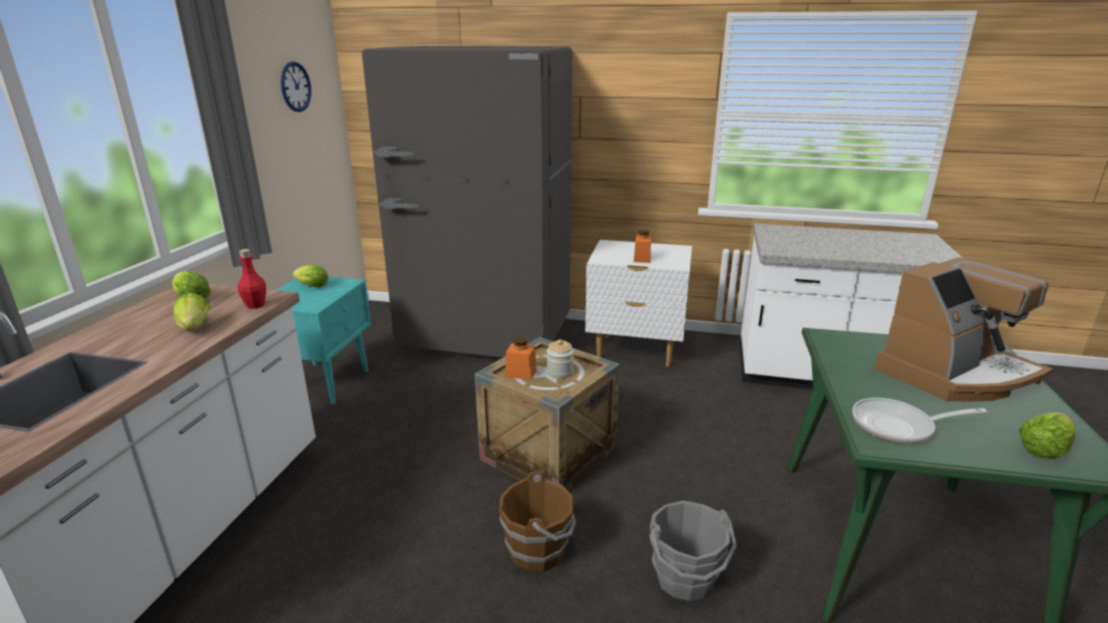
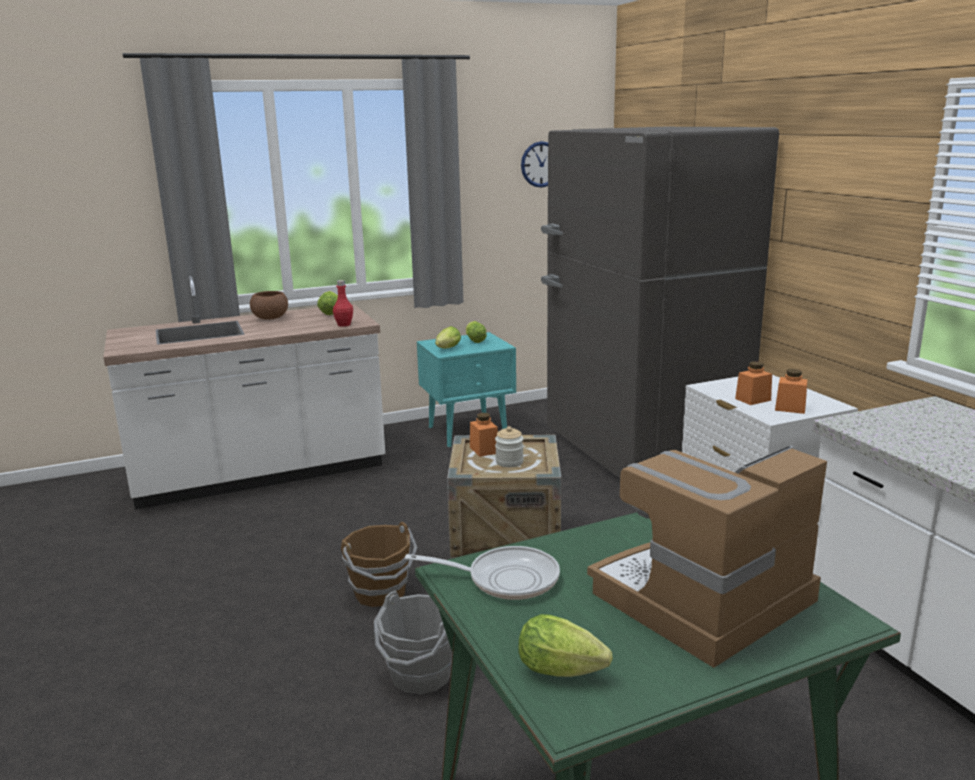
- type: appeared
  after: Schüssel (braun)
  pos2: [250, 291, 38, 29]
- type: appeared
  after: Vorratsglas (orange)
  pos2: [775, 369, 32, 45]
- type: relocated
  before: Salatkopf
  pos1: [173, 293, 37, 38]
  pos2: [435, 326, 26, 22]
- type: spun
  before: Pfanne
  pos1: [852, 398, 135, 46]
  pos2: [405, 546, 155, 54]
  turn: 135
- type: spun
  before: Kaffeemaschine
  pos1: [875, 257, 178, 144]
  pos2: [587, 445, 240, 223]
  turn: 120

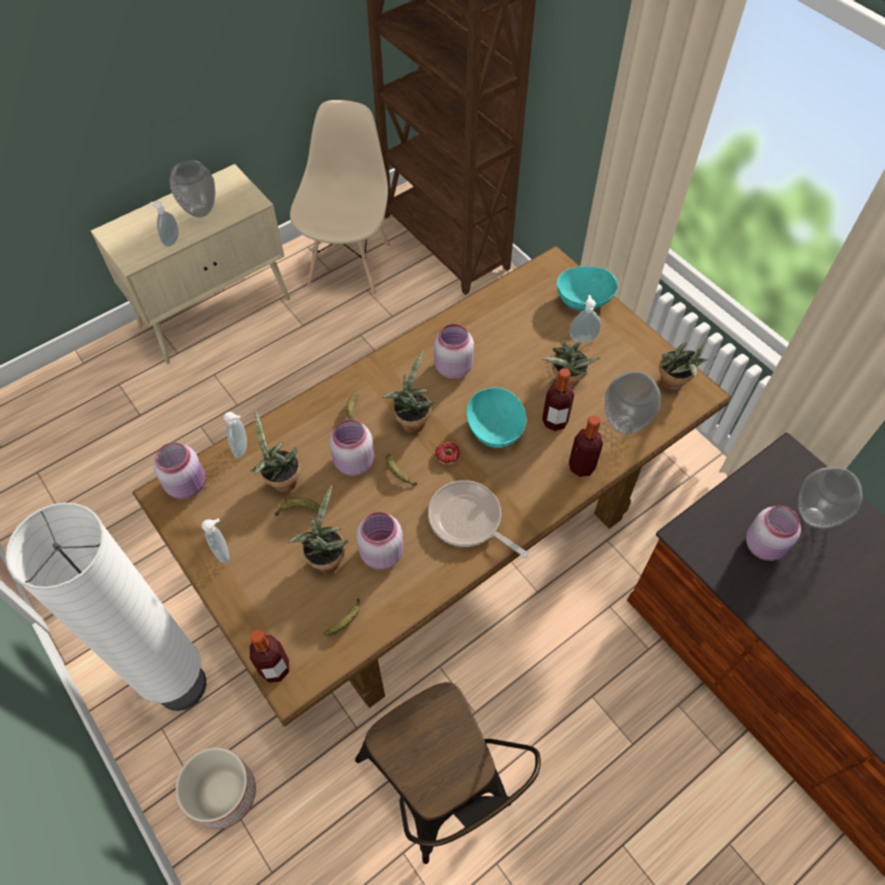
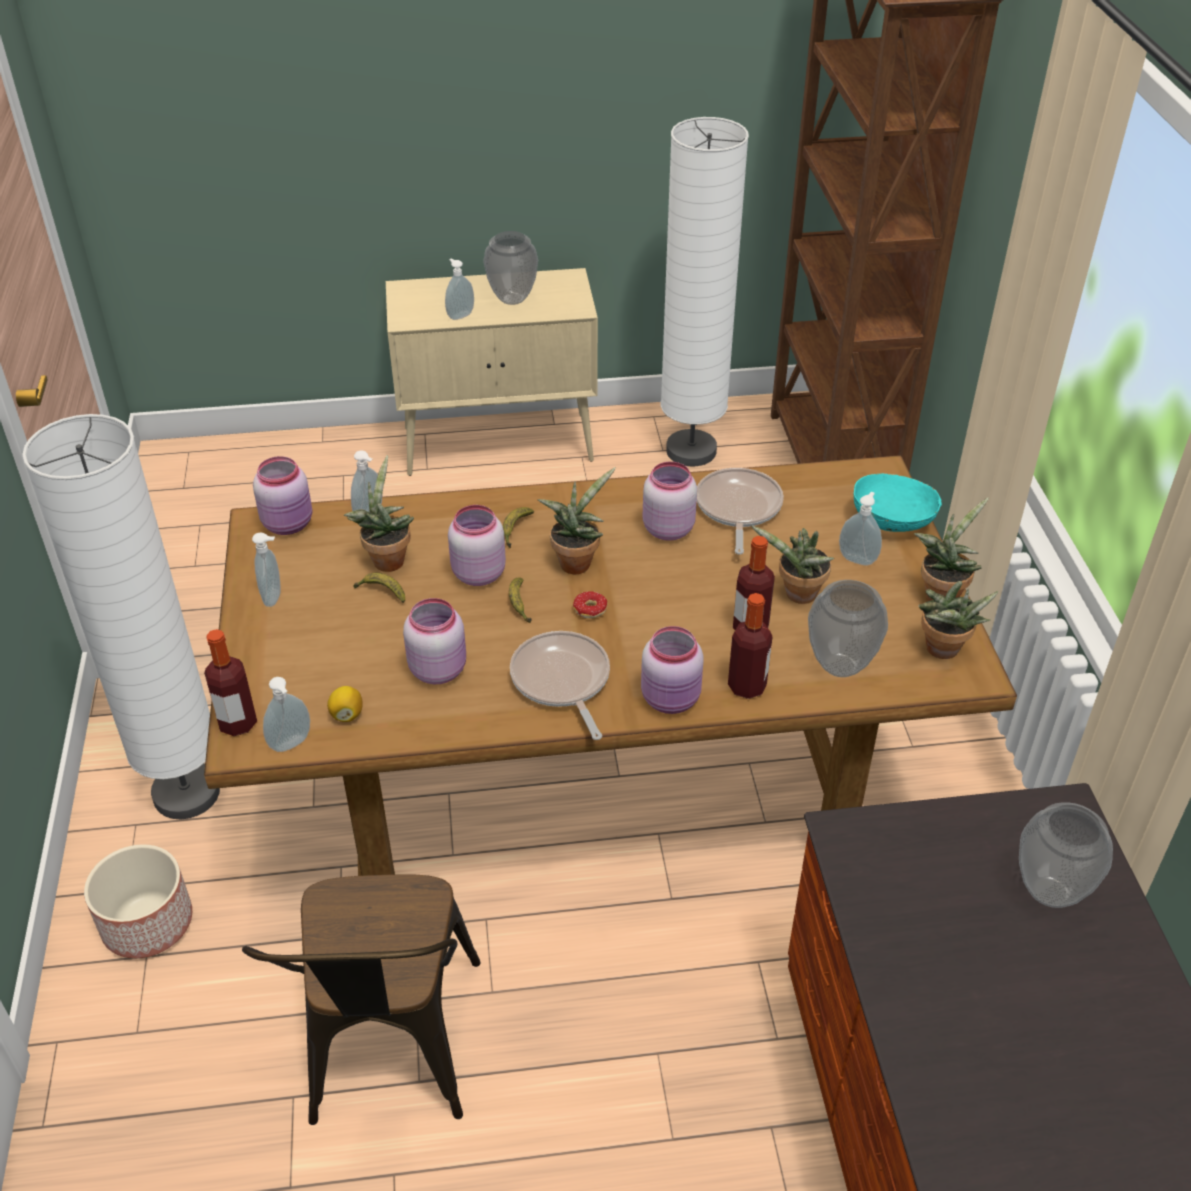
- type: missing
  before: Schüssel (türkis)
  pos1: [467, 387, 60, 61]
- type: appeared
  after: Seifenspender
  pos2: [263, 677, 47, 75]
- type: appeared
  after: Pfanne
  pos2: [697, 468, 87, 87]
- type: relocated
  before: Topfpflanze
  pos1: [288, 485, 60, 88]
  pos2: [914, 497, 75, 104]
- type: relocated
  before: Vorratsglas (rosa)
  pos1: [746, 506, 55, 55]
  pos2: [641, 626, 63, 88]
- type: exchanged
  before: Stuhl (beige)
  after: Stehlampe (weiß)
  pos1: [290, 100, 100, 196]
  pos2: [661, 117, 88, 349]
- type: exchanged
  before: Banane
  after: Zitrone
  pos1: [324, 598, 36, 38]
  pos2: [327, 686, 36, 36]

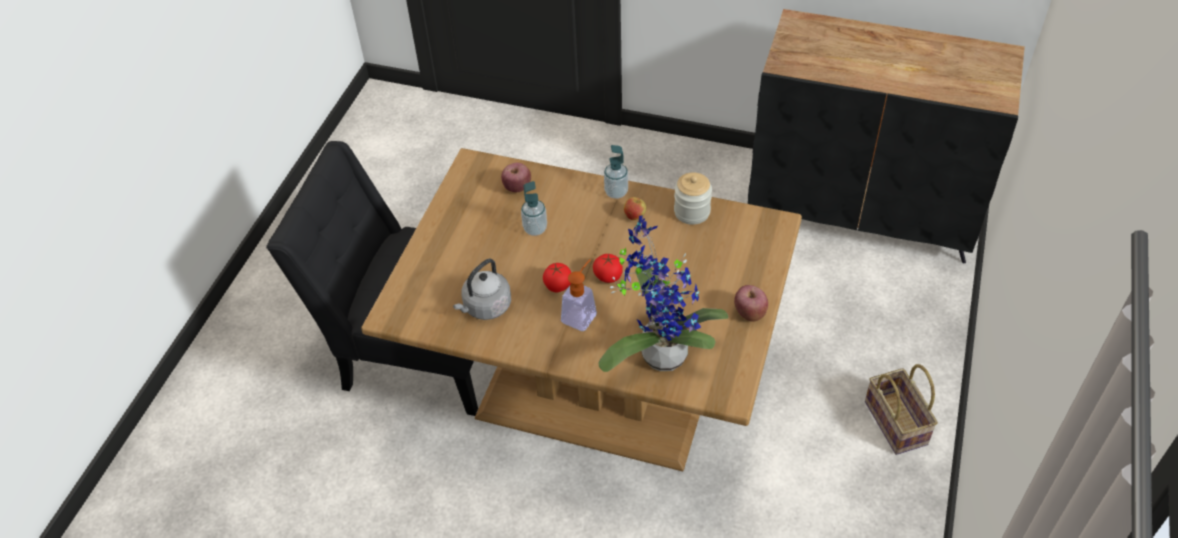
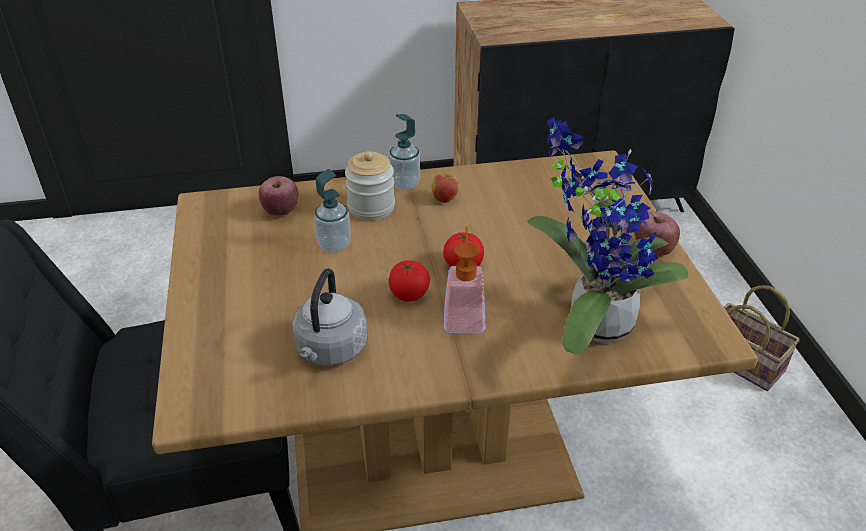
- type: relocated
  before: Vorratsglas
  pos1: [674, 172, 38, 53]
  pos2: [345, 151, 50, 69]

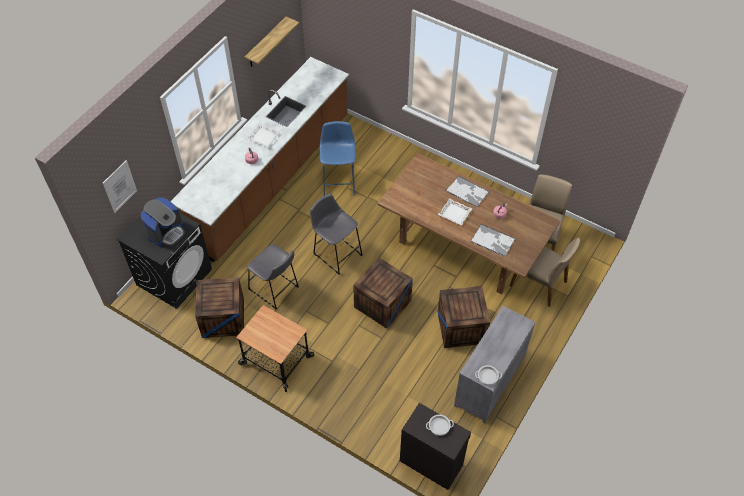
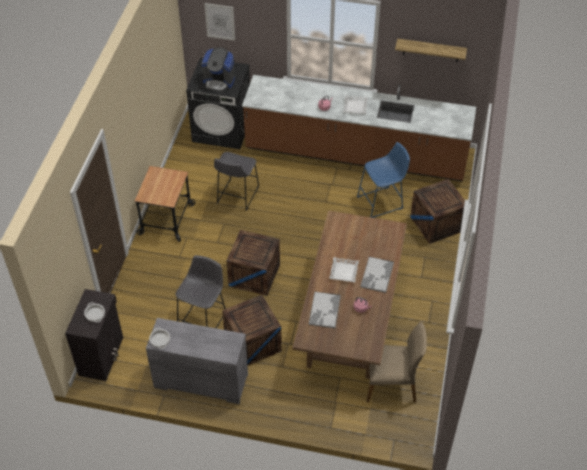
- type: missing
  before: Stuhl (beige)
  pos1: [510, 237, 70, 70]
- type: relocated
  before: Kiste
  pos1: [195, 277, 49, 61]
  pos2: [410, 179, 55, 65]
- type: relocated
  before: Hocker (grau)
  pos1: [310, 194, 53, 81]
  pos2: [176, 255, 49, 73]

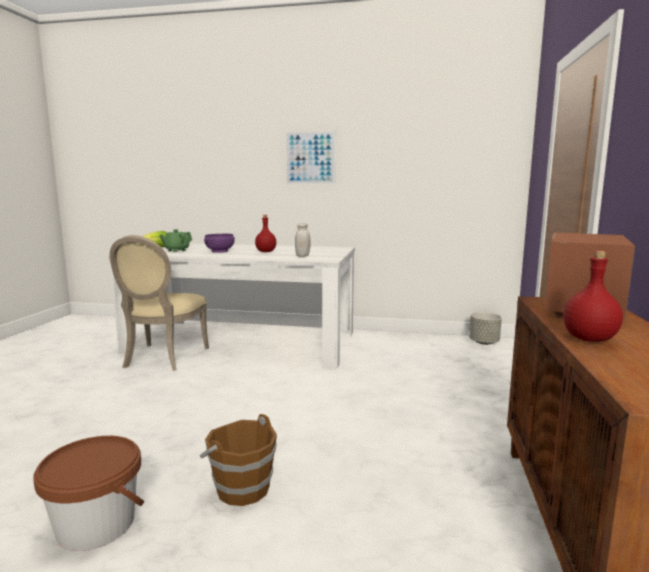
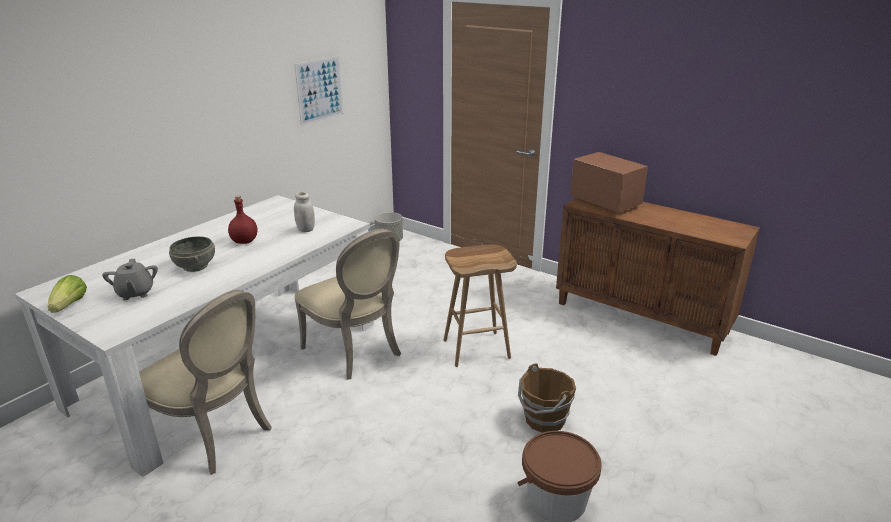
- type: missing
  before: Flasche (rot)
  pos1: [563, 251, 60, 91]
- type: appeared
  after: Stuhl (beige)
  pos2: [294, 229, 107, 151]
- type: appeared
  after: Hocker (braun)
  pos2: [443, 245, 74, 122]
- type: relocated
  before: Bild
  pos1: [285, 131, 51, 53]
  pos2: [295, 56, 49, 70]
- type: colour
  before: Teekanne (grün)
  after: Teekanne (grau)
  pos1: [159, 229, 33, 23]
  pos2: [102, 259, 56, 41]
- type: colour
  before: Schüssel (lila)
  after: Schüssel (grau)
  pos1: [204, 234, 31, 19]
  pos2: [169, 237, 46, 35]

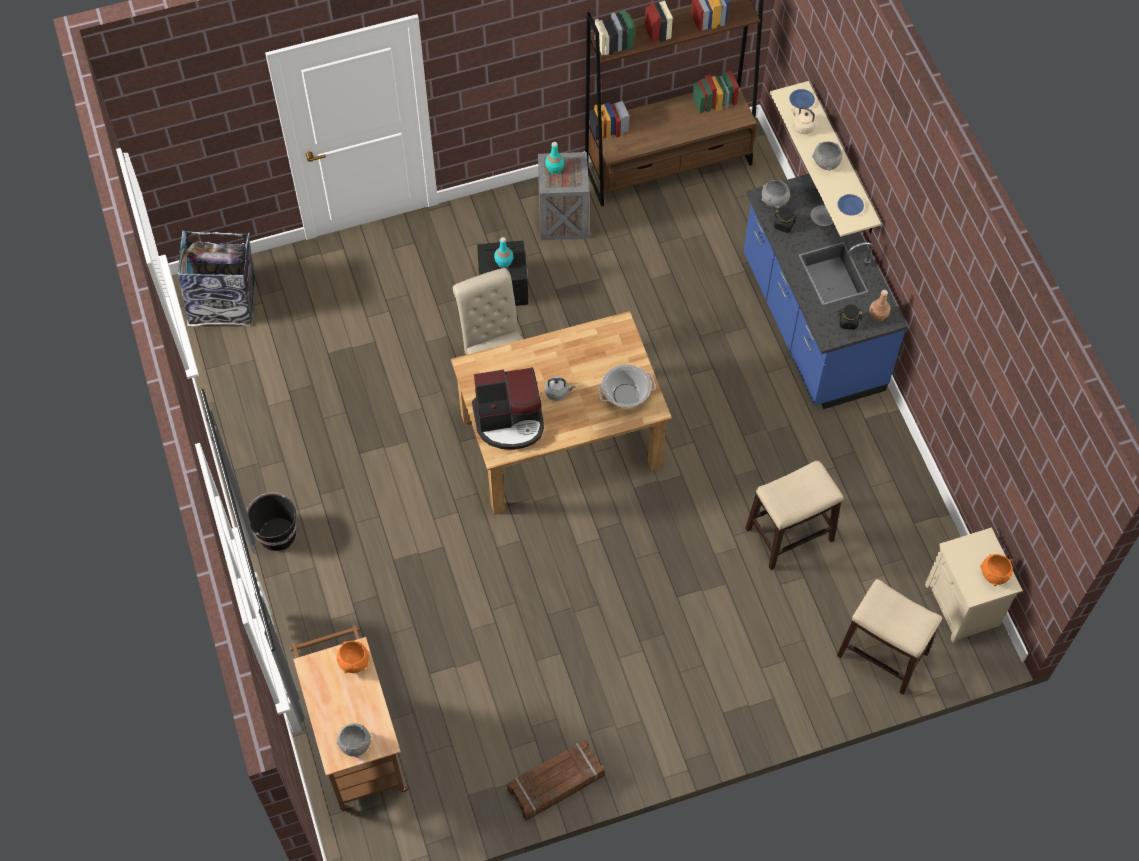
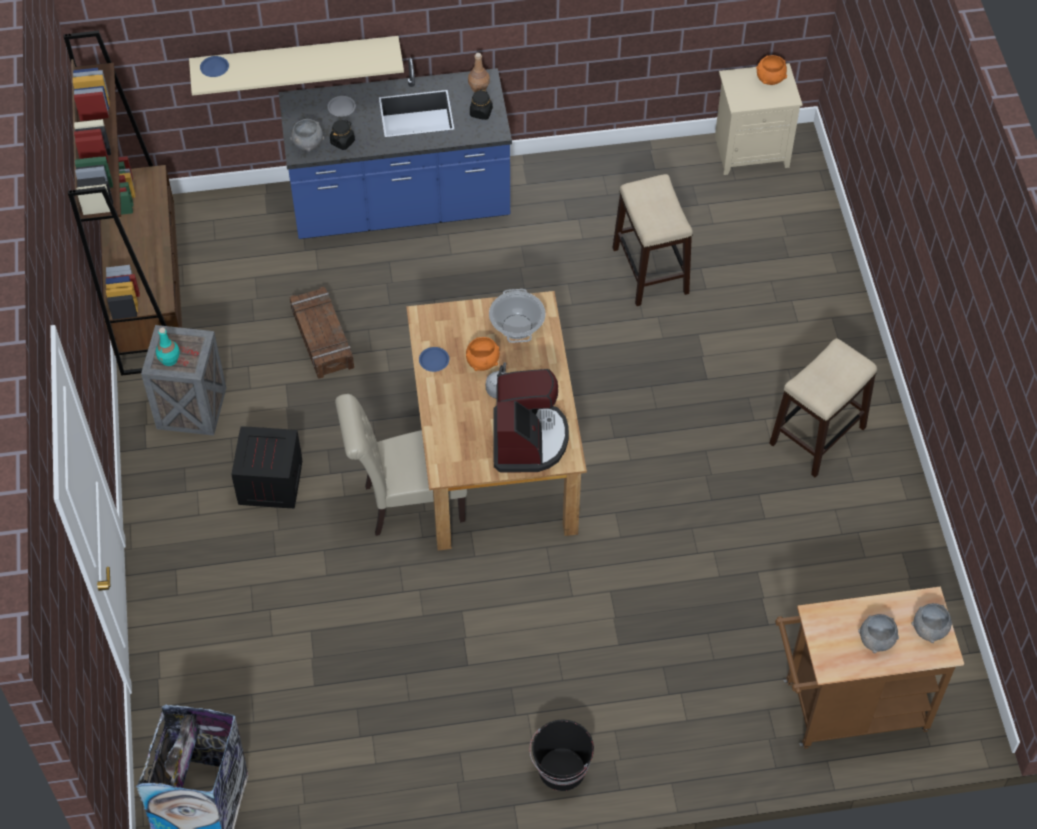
- type: missing
  before: Flasche (türkis)
  pos1: [494, 237, 19, 31]
- type: missing
  before: Wasserkessel (beige)
  pos1: [791, 107, 26, 27]
- type: relocated
  before: Schüssel (orange)
  pos1: [337, 641, 32, 33]
  pos2: [466, 337, 34, 34]
- type: relocated
  before: Kiste
  pos1: [507, 740, 98, 81]
  pos2: [289, 287, 65, 92]
- type: relocated
  before: Schüssel (grau)
  pos1: [812, 142, 30, 29]
  pos2: [858, 614, 41, 39]
- type: relocated
  before: Teller (blau)
  pos1: [837, 194, 27, 22]
  pos2: [419, 347, 30, 25]
- type: relocated
  before: Hocker
  pos1: [837, 579, 105, 116]
  pos2: [769, 338, 108, 139]

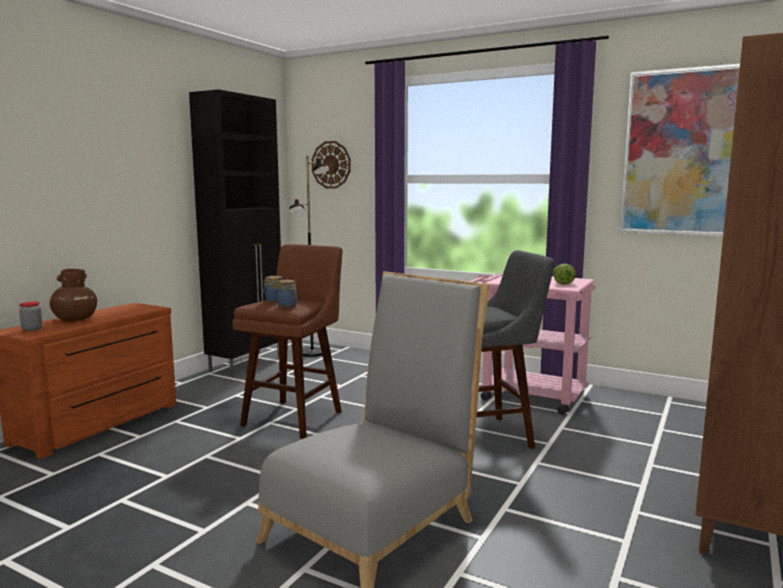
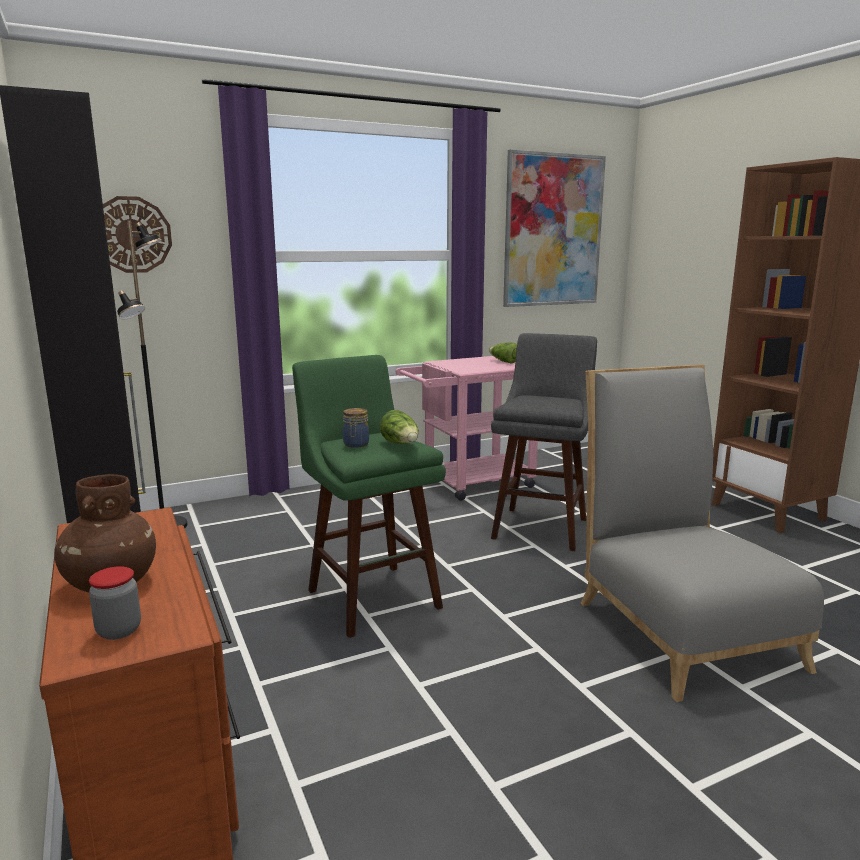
- type: exchanged
  before: Vorratsglas
  after: Salatkopf
  pos1: [277, 280, 20, 27]
  pos2: [380, 410, 39, 34]
- type: colour
  before: Hocker (braun)
  after: Hocker (grün)
  pos1: [232, 244, 111, 195]
  pos2: [292, 355, 154, 283]

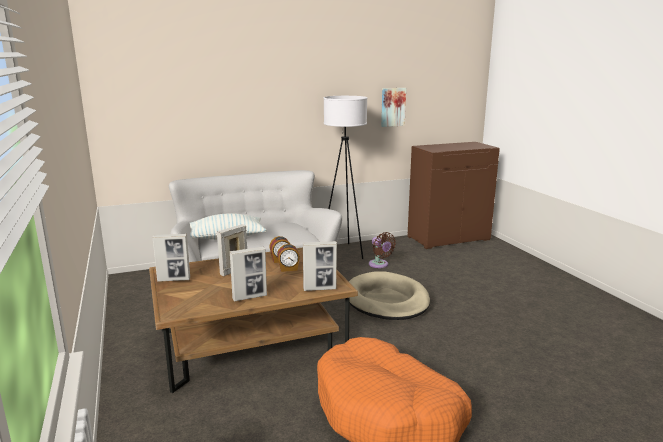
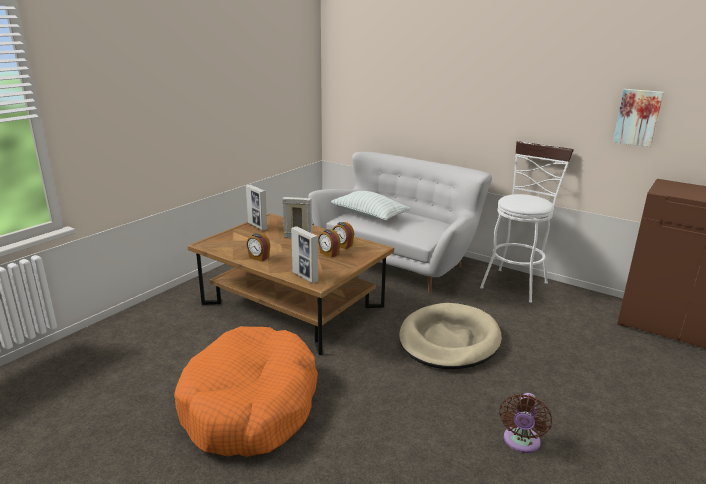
- type: relocated
  before: Ventilator (braun)
  pos1: [369, 232, 27, 36]
  pos2: [500, 393, 52, 60]
- type: exchanged
  before: Bilderrahmen
  after: Wecker
  pos1: [230, 247, 37, 54]
  pos2: [246, 233, 24, 29]
- type: exchanged
  before: Stehlampe (weiß)
  after: Hocker (weiß)
  pos1: [324, 96, 44, 163]
  pos2: [480, 141, 94, 162]

